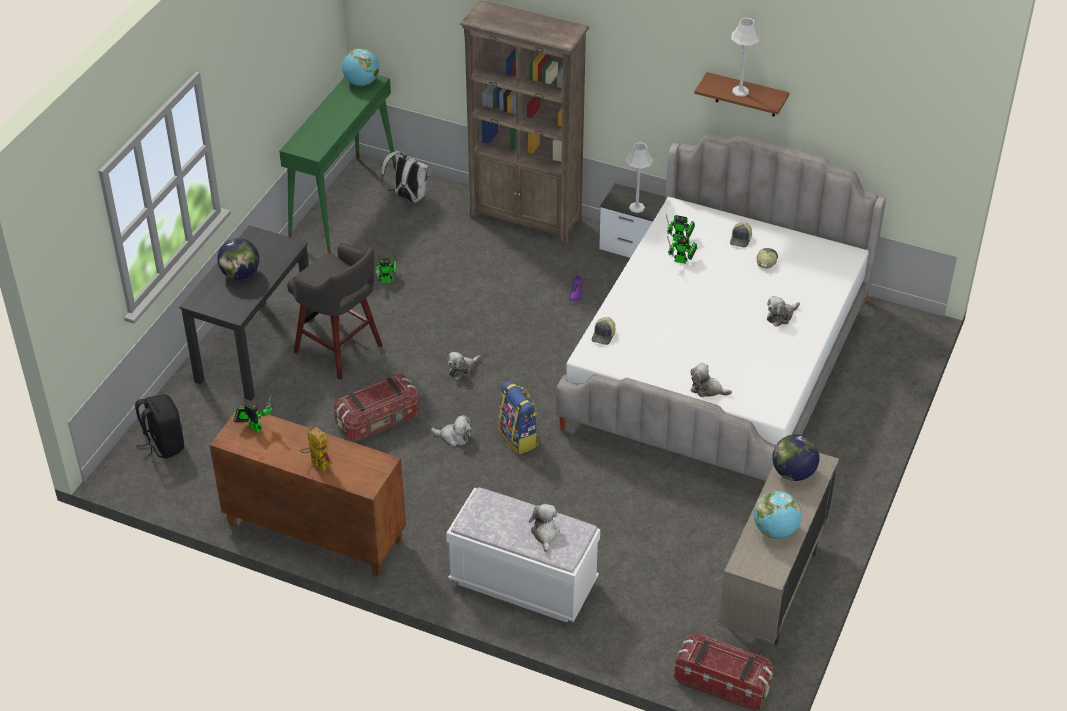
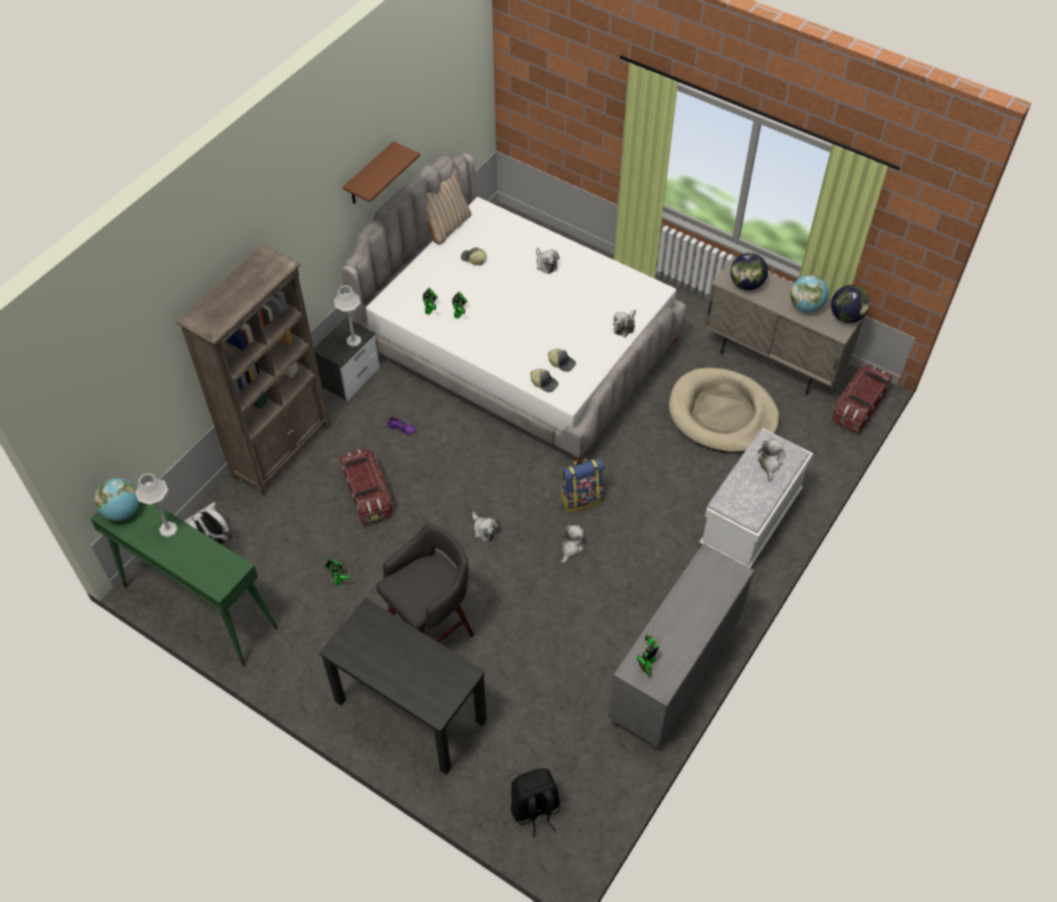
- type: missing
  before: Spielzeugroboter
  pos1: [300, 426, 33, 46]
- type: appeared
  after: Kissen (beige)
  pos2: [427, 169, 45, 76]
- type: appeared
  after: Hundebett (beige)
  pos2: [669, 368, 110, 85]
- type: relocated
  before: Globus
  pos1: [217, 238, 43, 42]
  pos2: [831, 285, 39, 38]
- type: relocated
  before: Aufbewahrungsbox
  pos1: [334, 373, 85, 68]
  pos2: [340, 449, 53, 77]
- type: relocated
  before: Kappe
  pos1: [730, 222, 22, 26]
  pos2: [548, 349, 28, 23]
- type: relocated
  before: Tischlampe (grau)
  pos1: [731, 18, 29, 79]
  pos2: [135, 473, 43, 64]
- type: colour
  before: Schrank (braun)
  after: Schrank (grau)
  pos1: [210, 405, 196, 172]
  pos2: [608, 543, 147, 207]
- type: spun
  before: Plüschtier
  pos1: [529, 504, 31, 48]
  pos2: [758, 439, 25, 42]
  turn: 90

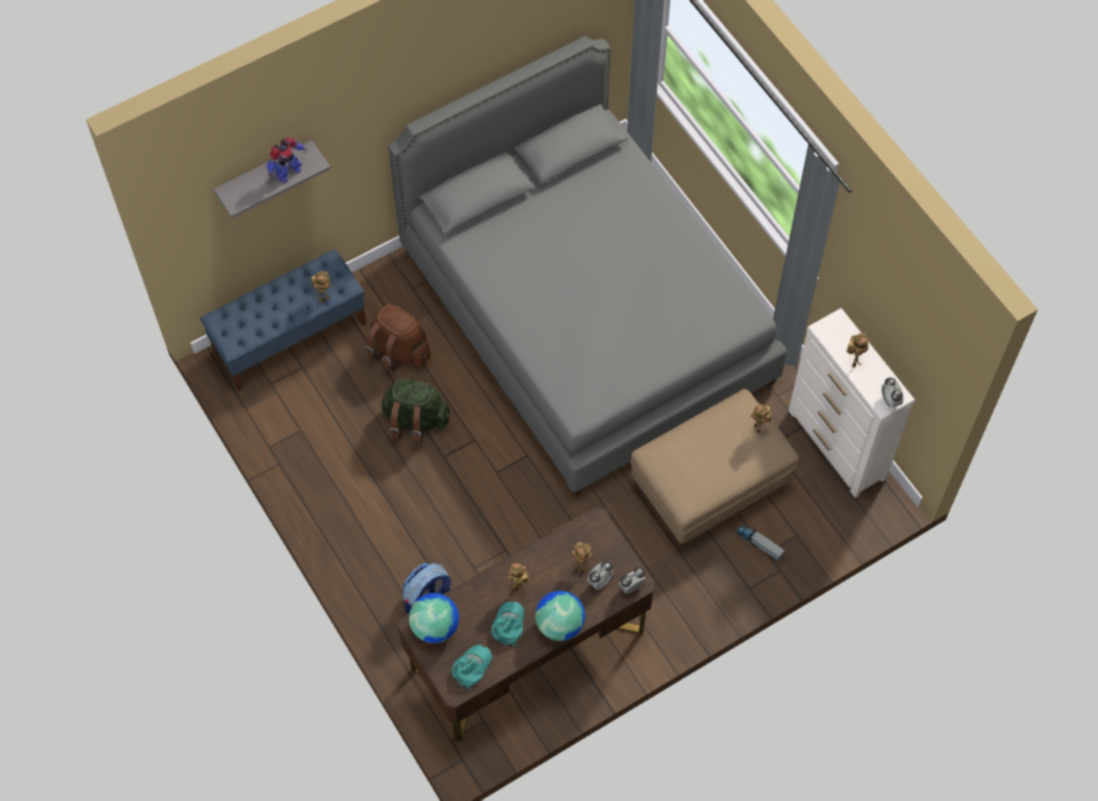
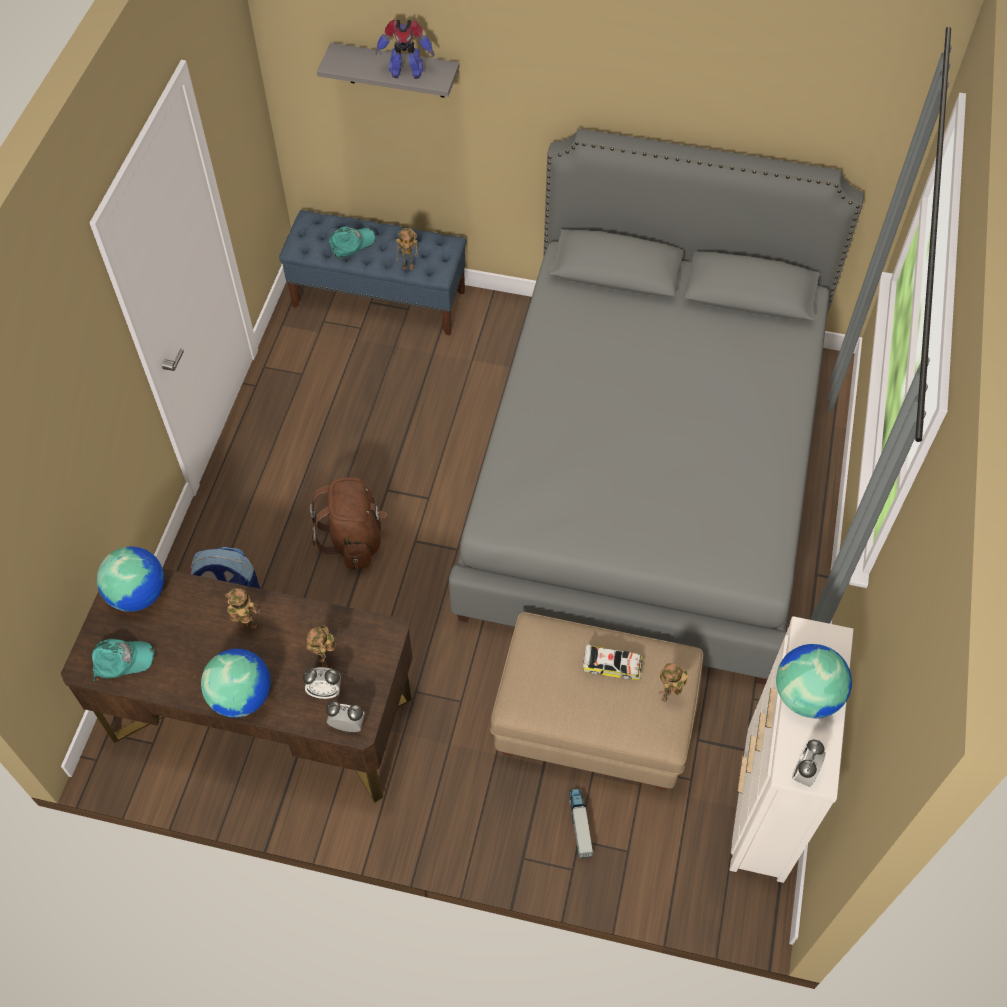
- type: missing
  before: Rucksack (grün)
  pos1: [380, 379, 70, 64]
- type: appeared
  after: Spielzeugauto
  pos2: [583, 644, 59, 36]
- type: relocated
  before: Rucksack (braun)
  pos1: [366, 304, 65, 68]
  pos2: [310, 477, 77, 93]
- type: relocated
  before: Kappe (türkis)
  pos1: [492, 601, 32, 45]
  pos2: [329, 227, 46, 33]
- type: exchanged
  before: Spielzeugroboter
  after: Globus
  pos1: [847, 332, 22, 36]
  pos2: [776, 644, 76, 74]

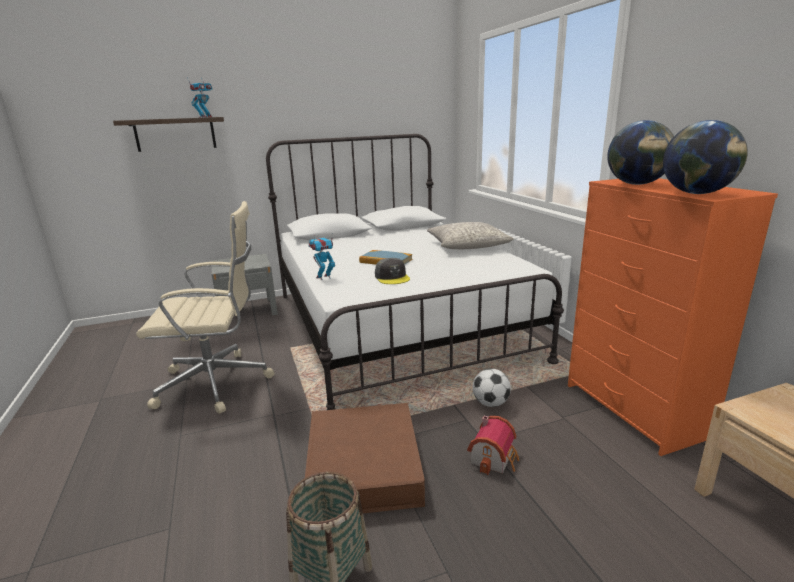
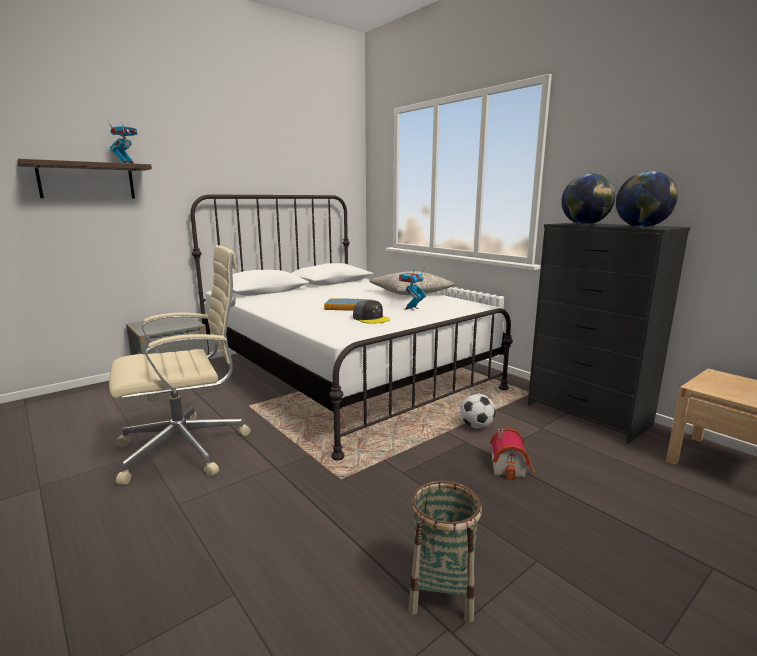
- type: missing
  before: Aufbewahrungsbox (braun)
  pos1: [305, 403, 120, 110]
- type: relocated
  before: Spielzeugroboter
  pos1: [309, 234, 26, 47]
  pos2: [399, 271, 27, 39]
- type: colour
  before: Kommode (orange)
  after: Kommode (schwarz)
  pos1: [568, 178, 210, 278]
  pos2: [528, 223, 162, 221]

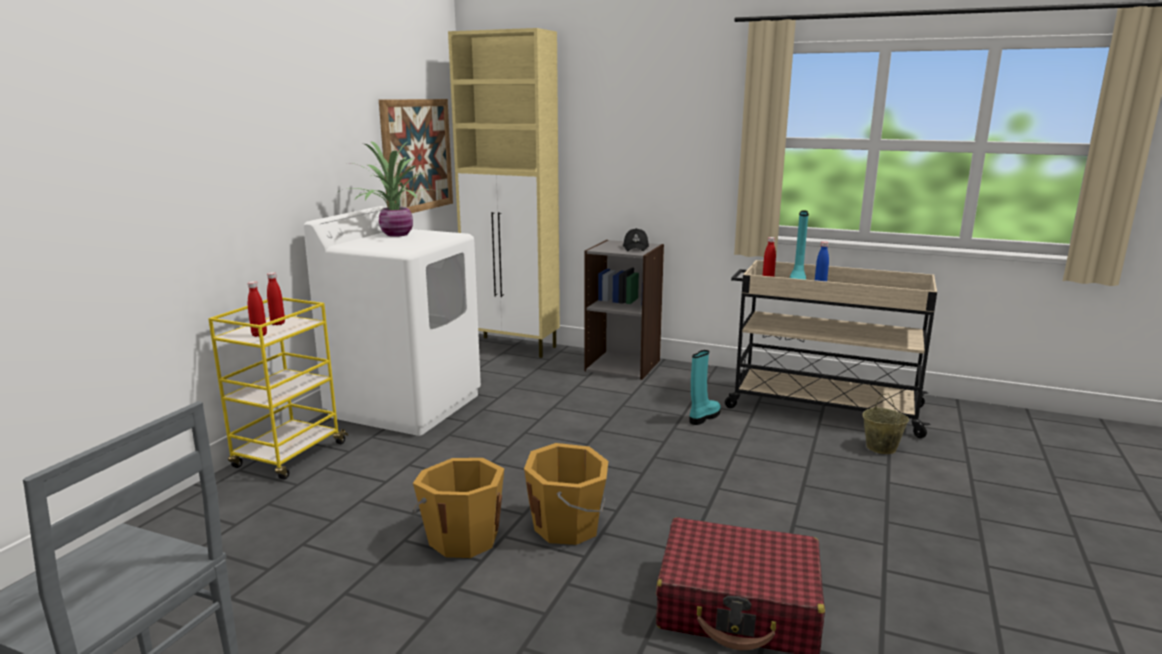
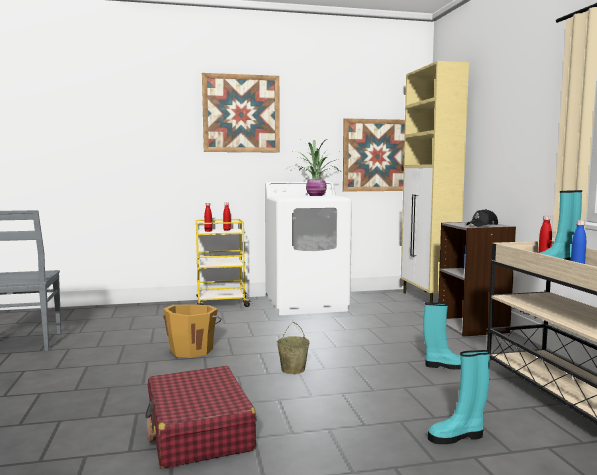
- type: missing
  before: Eimer (orange)
  pos1: [524, 443, 84, 102]
- type: appeared
  after: Bild
  pos2: [202, 73, 78, 79]
- type: appeared
  after: Stiefel (türkis)
  pos2: [428, 350, 62, 94]
- type: relocated
  before: Eimer (beige)
  pos1: [863, 394, 46, 60]
  pos2: [277, 322, 33, 52]

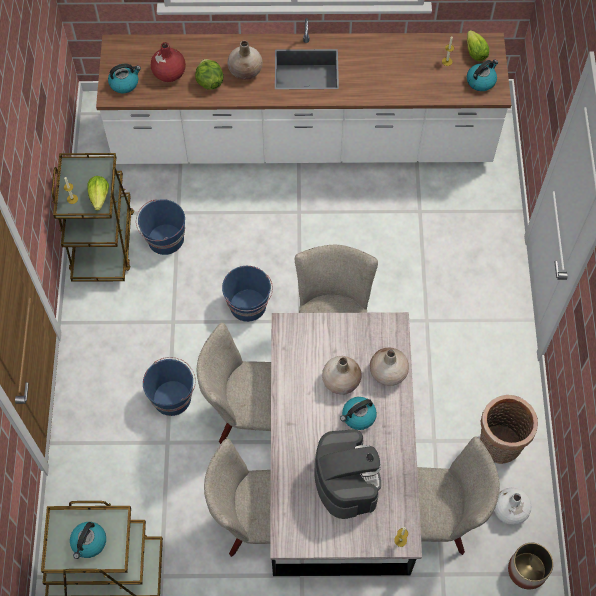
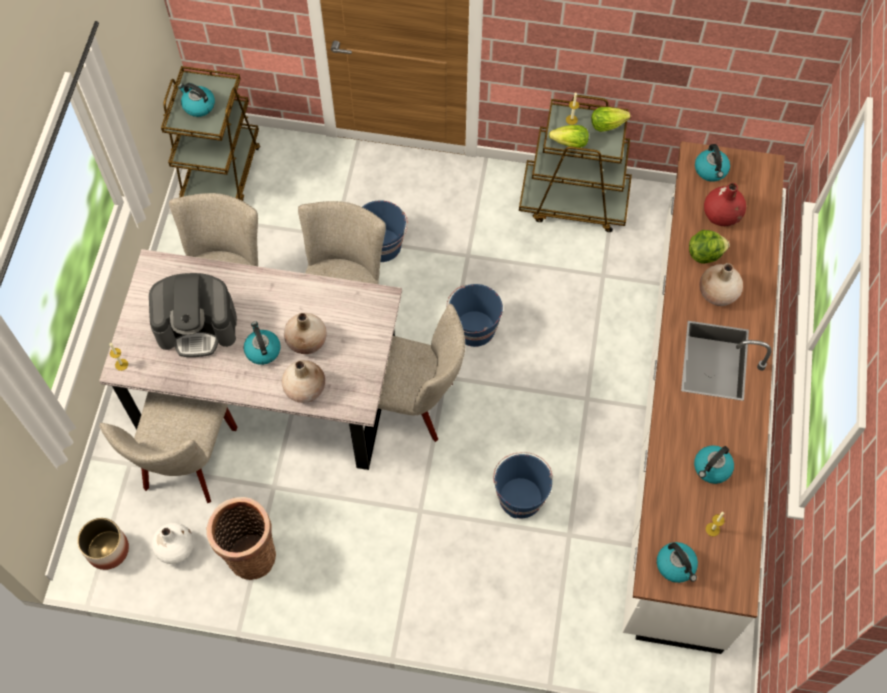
- type: appeared
  after: Wasserkessel
  pos2: [694, 445, 40, 39]
- type: relocated
  before: Eimer (blau)
  pos1: [136, 199, 49, 56]
  pos2: [493, 452, 60, 67]
- type: relocated
  before: Salatkopf
  pos1: [467, 30, 22, 31]
  pos2: [591, 107, 39, 25]

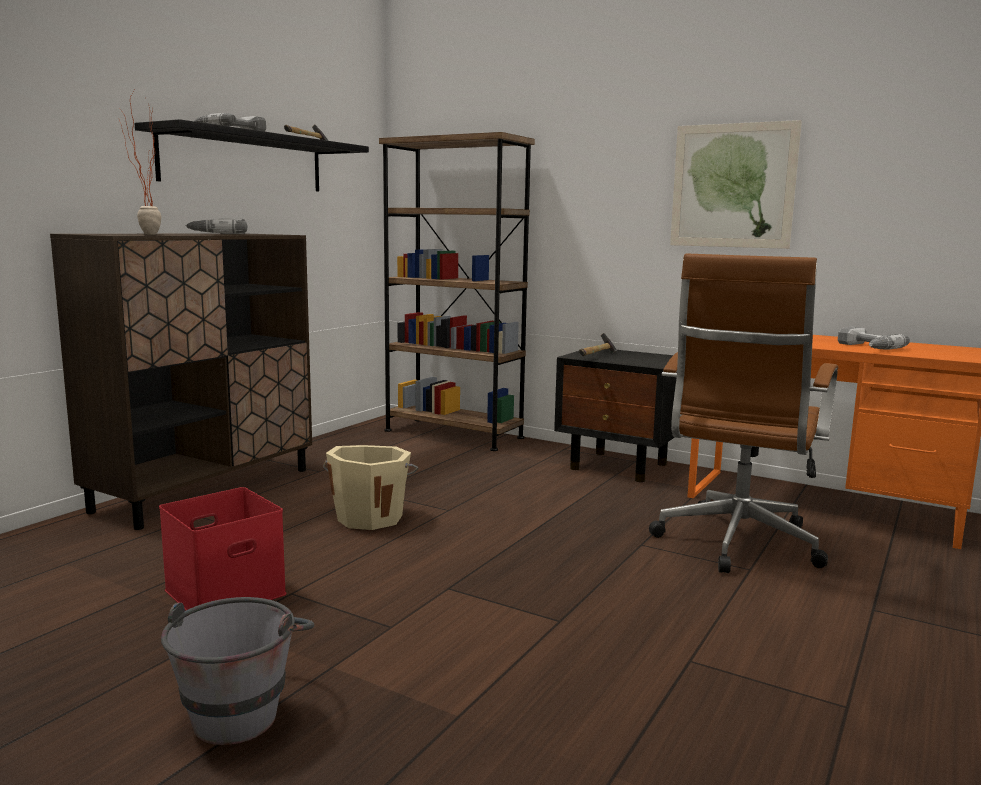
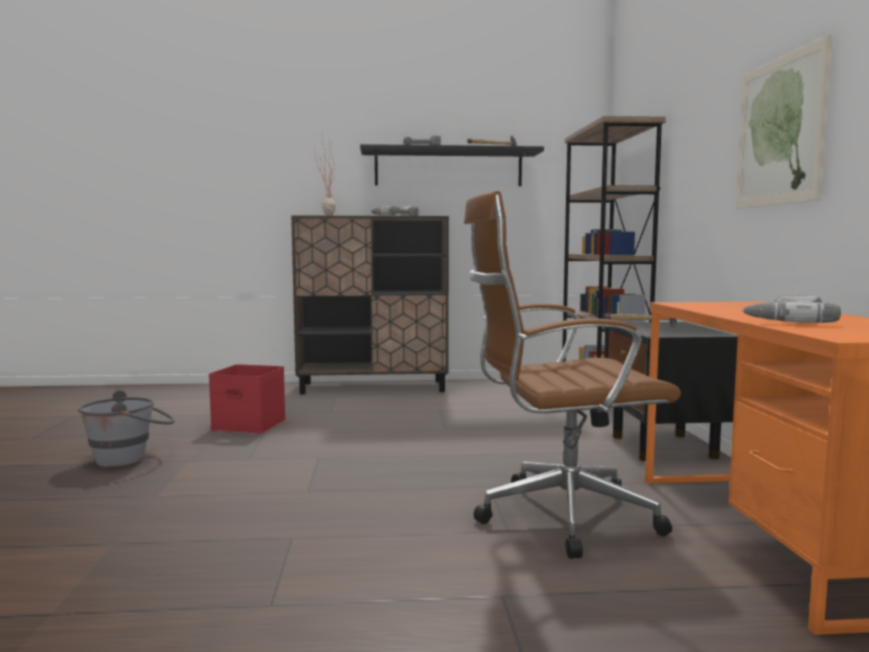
- type: missing
  before: Eimer (beige)
  pos1: [323, 445, 96, 85]

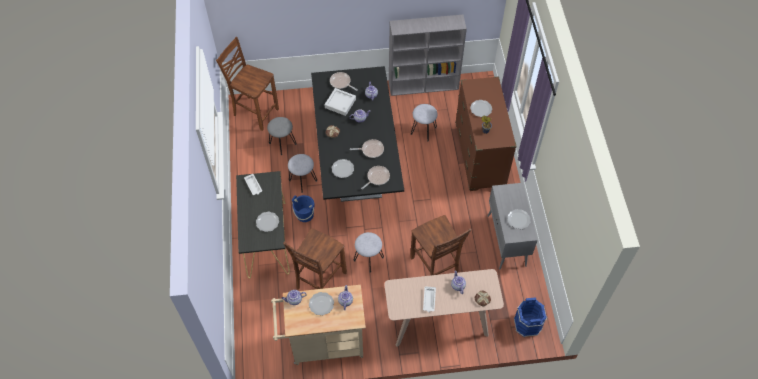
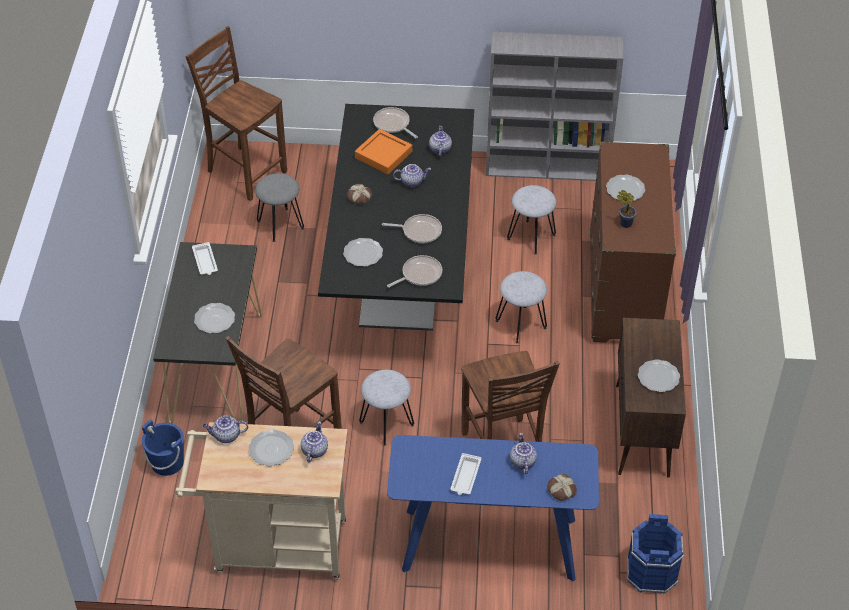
- type: relocated
  before: Hocker (grau)
  pos1: [288, 154, 29, 39]
  pos2: [496, 271, 51, 73]
- type: relocated
  before: Eimer (blau)
  pos1: [292, 195, 23, 27]
  pos2: [142, 420, 42, 56]
- type: colour
  before: Tablett (grau)
  after: Tablett (orange)
  pos1: [324, 88, 32, 28]
  pos2: [355, 129, 57, 45]
- type: colour
  before: Konsolentisch (beige)
  after: Konsolentisch (blau)
  pos1: [384, 269, 120, 78]
  pos2: [387, 435, 212, 146]
- type: colour
  before: Schrank (grau)
  after: Schrank (braun)
  pos1: [488, 183, 50, 87]
  pos2: [616, 318, 70, 160]

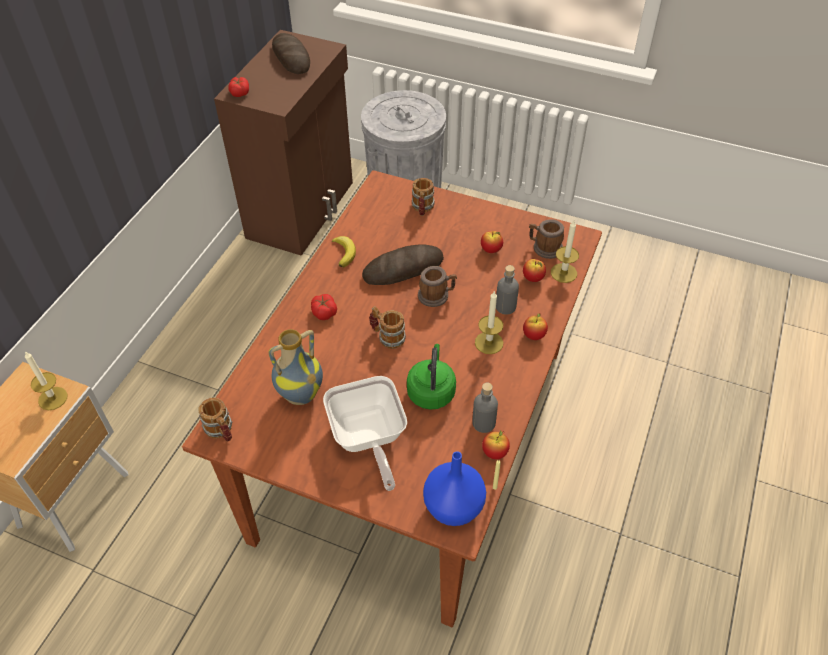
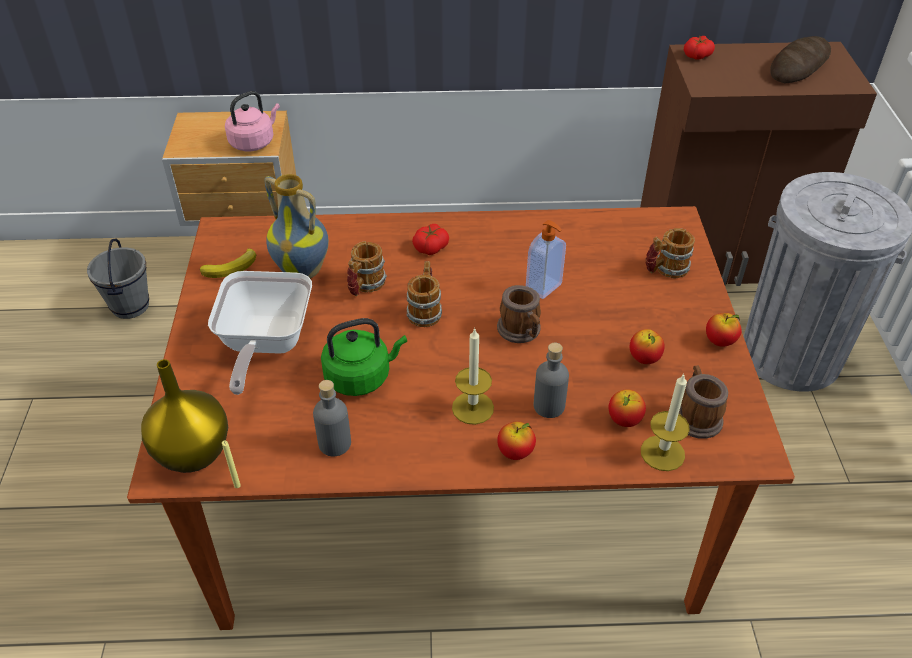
- type: appeared
  after: Eimer (grau)
  pos2: [87, 238, 62, 81]
- type: relocated
  before: Henkelbecher
  pos1: [198, 398, 35, 44]
  pos2: [347, 241, 40, 55]
- type: relocated
  before: Banane
  pos1: [332, 236, 24, 31]
  pos2: [200, 249, 56, 29]
- type: relocated
  before: Apfel
  pos1: [482, 430, 28, 29]
  pos2: [706, 313, 36, 34]
- type: exchanged
  before: Kerze
  after: Wasserkessel (rosa)
  pos1: [25, 351, 43, 59]
  pos2: [225, 91, 55, 60]
- type: exchanged
  before: Brot
  after: Seifenspender
  pos1: [362, 244, 82, 41]
  pos2: [526, 220, 40, 79]
- type: colour
  before: Vase (blau)
  after: Vase (gelb)
  pos1: [423, 451, 63, 75]
  pos2: [141, 359, 87, 114]
- type: spun
  before: Pfanne
  pos1: [323, 376, 84, 115]
  pos2: [208, 271, 104, 124]
  turn: -45

